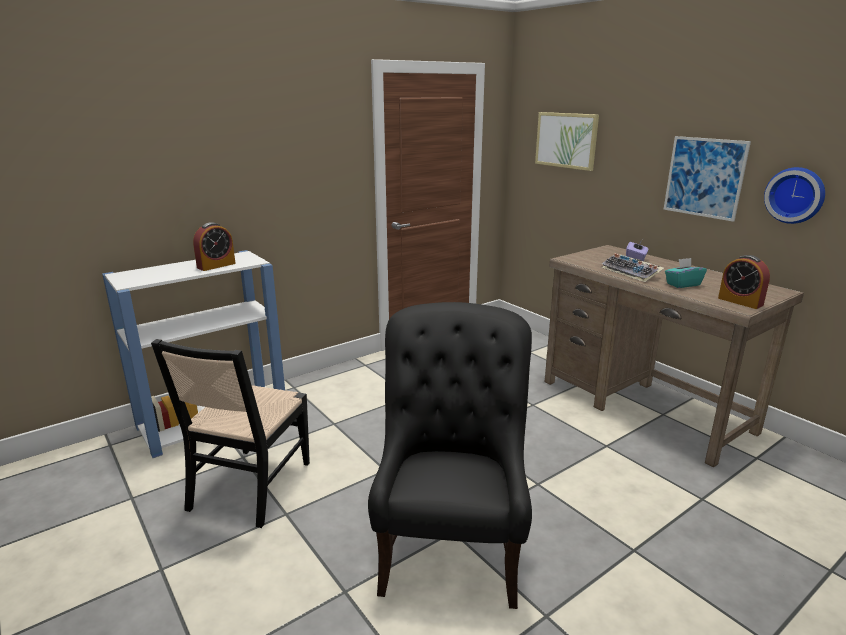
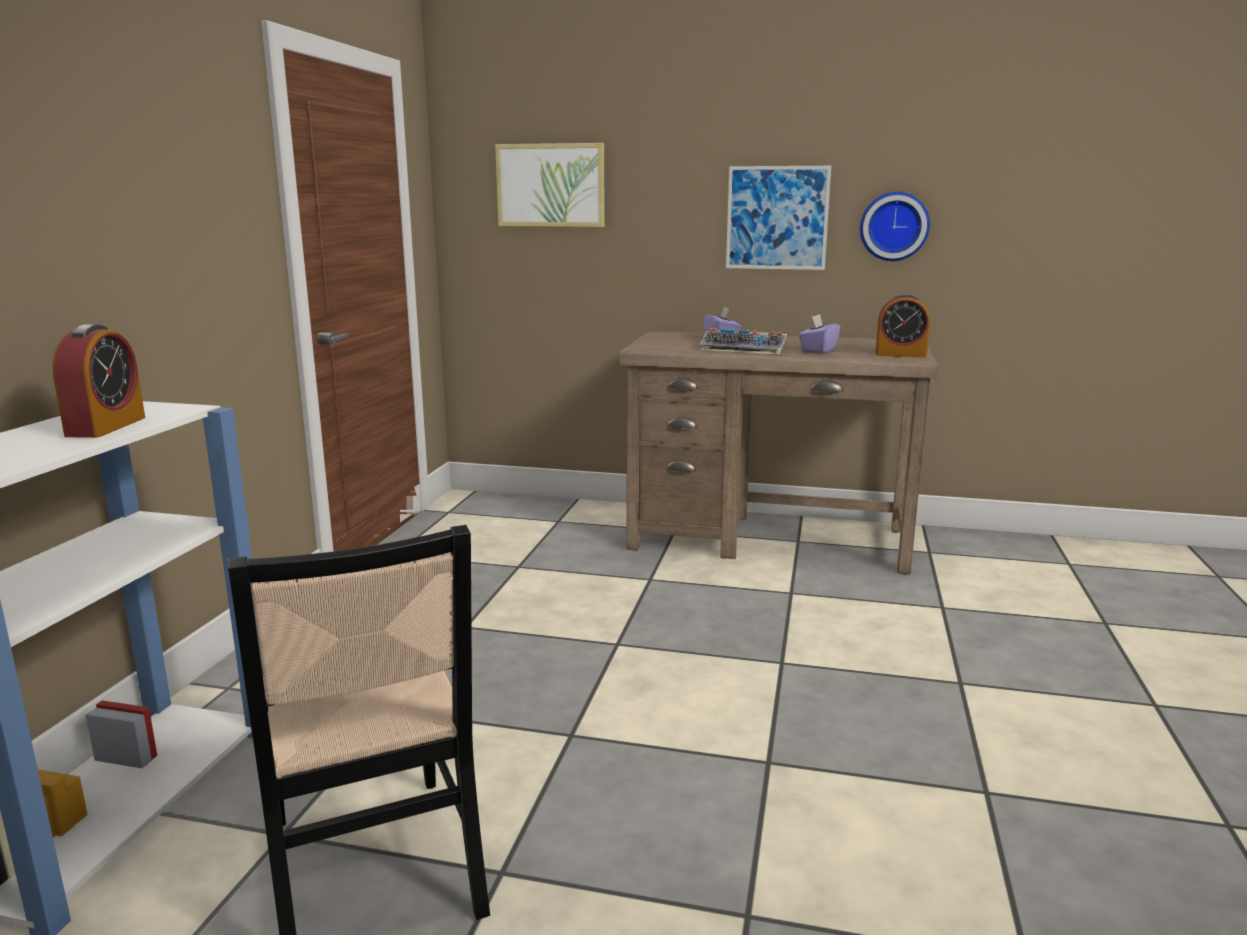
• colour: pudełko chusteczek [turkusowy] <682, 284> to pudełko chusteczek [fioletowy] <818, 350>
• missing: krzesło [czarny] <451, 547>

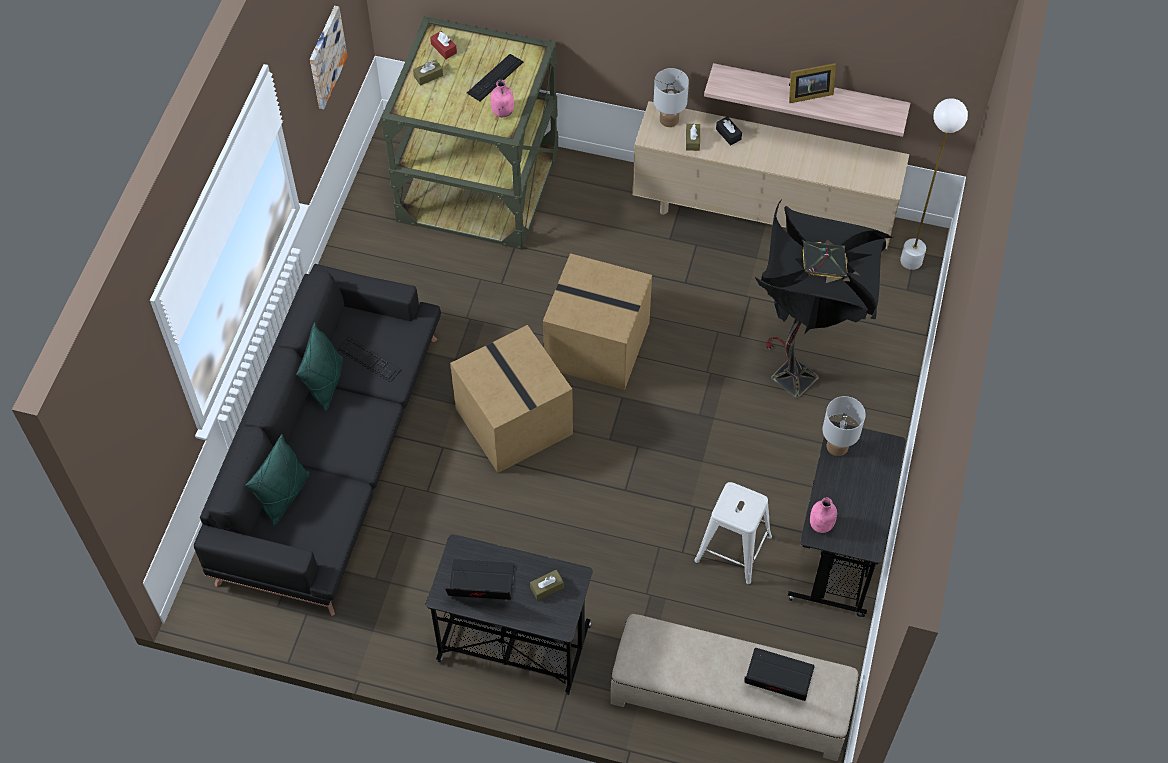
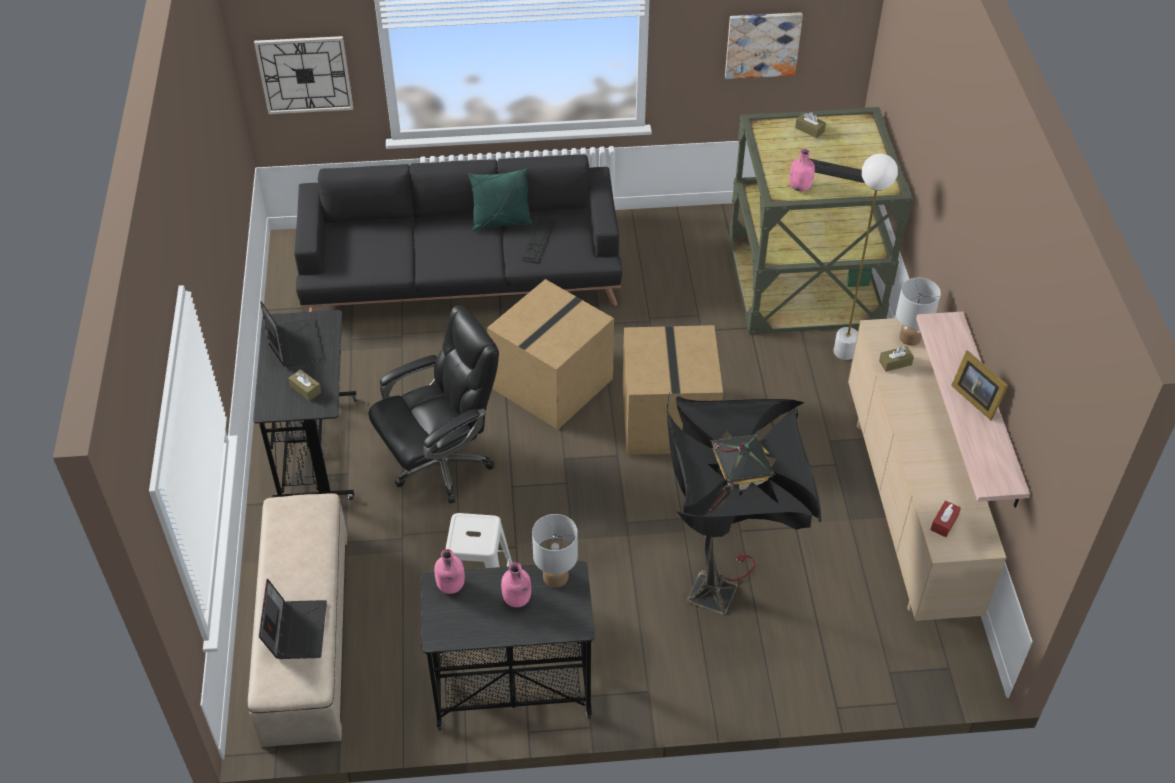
• appeared: zegar ścienny <305, 74>
• appeared: krzesło biurowe [czarny] <440, 465>
• appeared: butelka [różowy] <517, 600>
• relocated: lampa stojąca [biały] <911, 261> to <845, 352>
• relocated: pudełko chusteczek [czerwony] <443, 48> to <944, 523>
• missing: poduszka [zielony] <284, 496>
• missing: pudełko chusteczek [czarny] <728, 134>

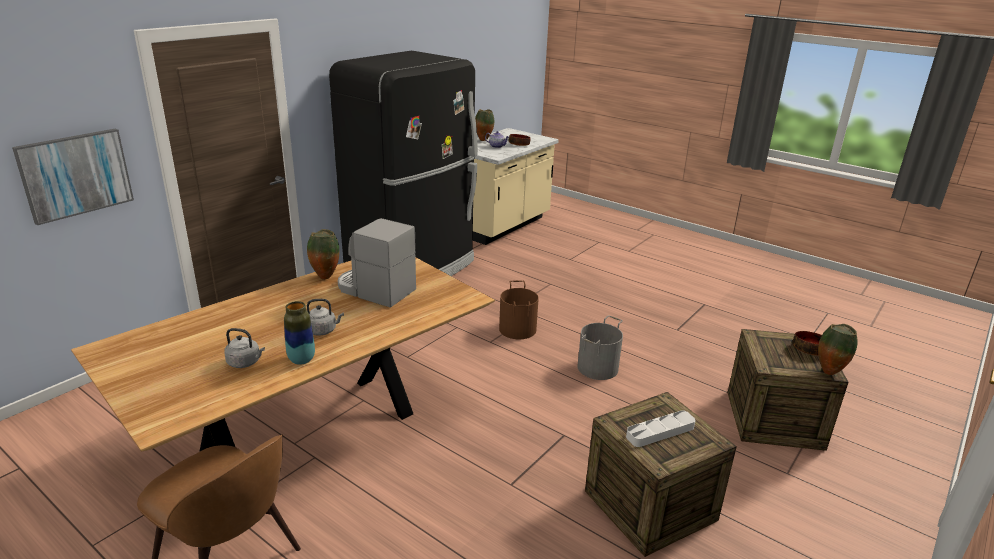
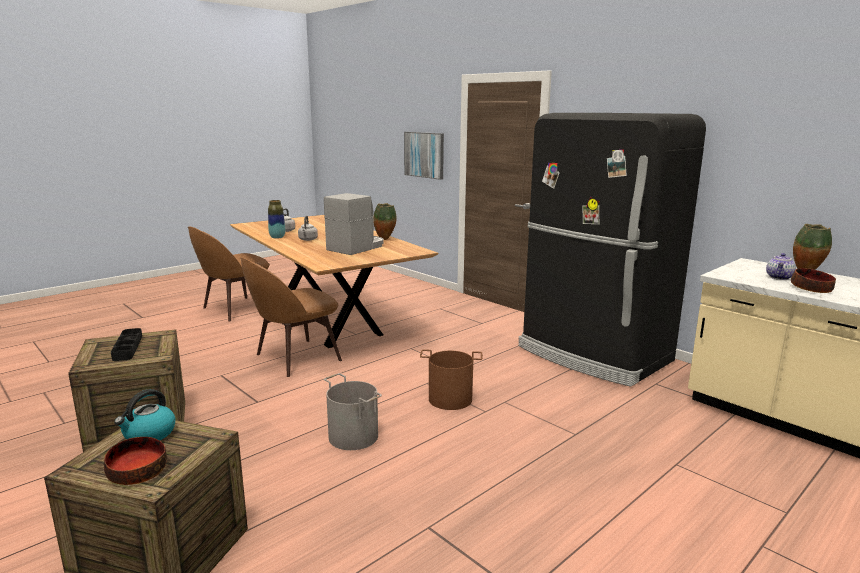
• colour: taca [biały] <660, 432> to taca [czarny] <127, 347>
• appeared: czajnik <149, 434>
• appeared: krzesło [brązowy] <295, 358>
• missing: wazon <829, 372>

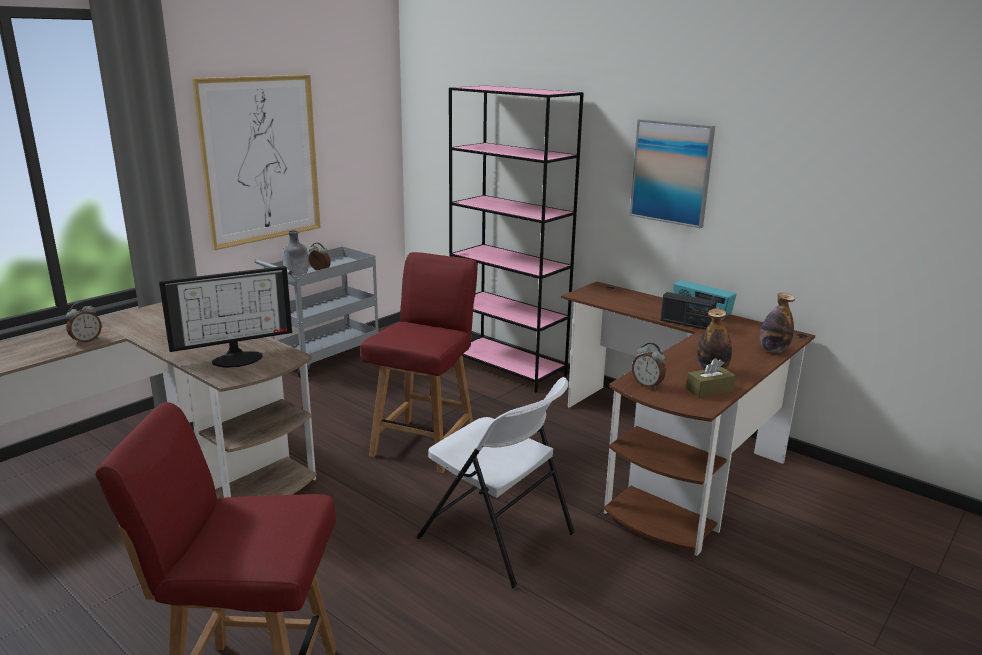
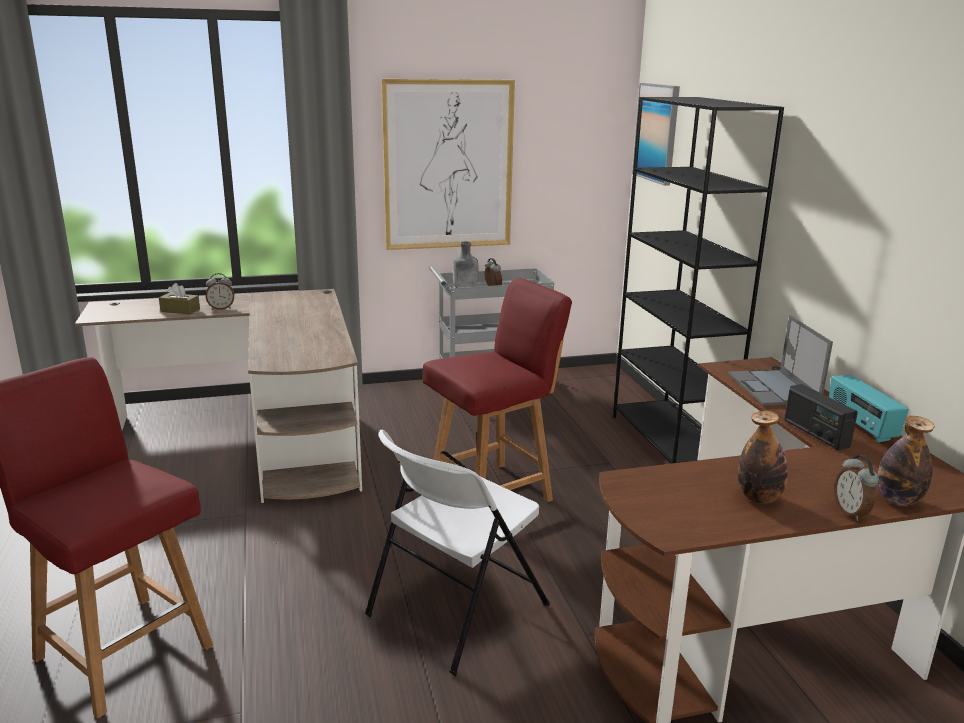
• relocated: pudełko chusteczek [brązowy] <709, 390> to <180, 310>
• spun: krzesło [biały] <496, 536> = <457, 609> 60 degrees clockwise
• colour: regał [różowy] <508, 367> to regał [czarny] <669, 442>
• relocated: obraz <671, 172> to <657, 133>
• appeared: laptop <774, 388>
• relocated: budzik <647, 385> to <851, 512>
• missing: monitor <237, 357>

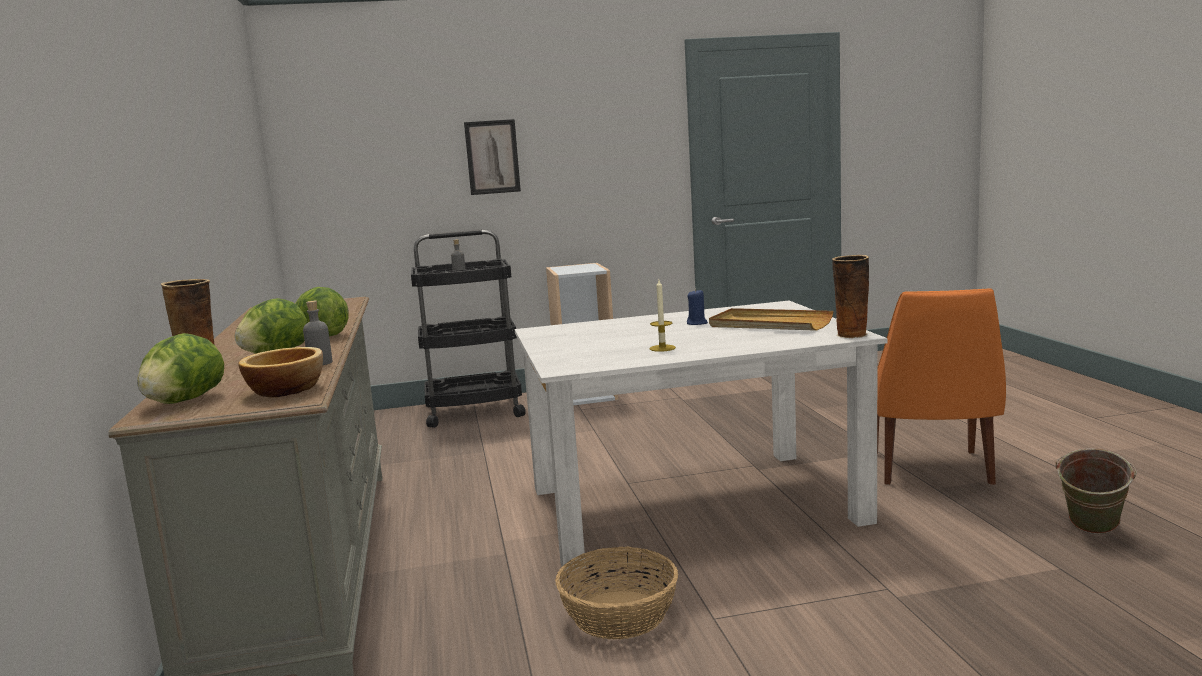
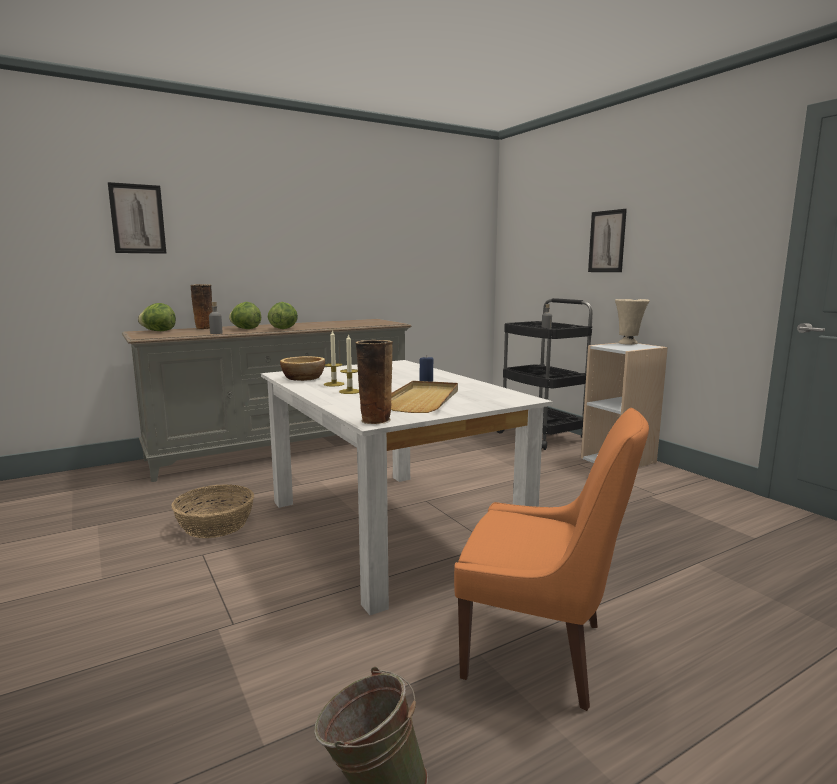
• appeared: obraz <137, 219>
• relocated: miska <285, 389> to <304, 378>
• appeared: świeca <349, 391>
• spun: krzesło [pomarańczowy] <931, 470> = <540, 652> 150 degrees counterclockwise
• appeared: wazon [beżowy] <628, 343>

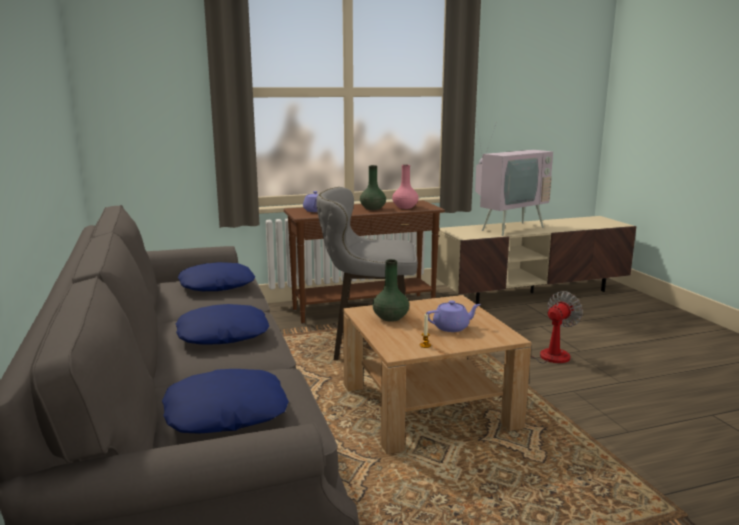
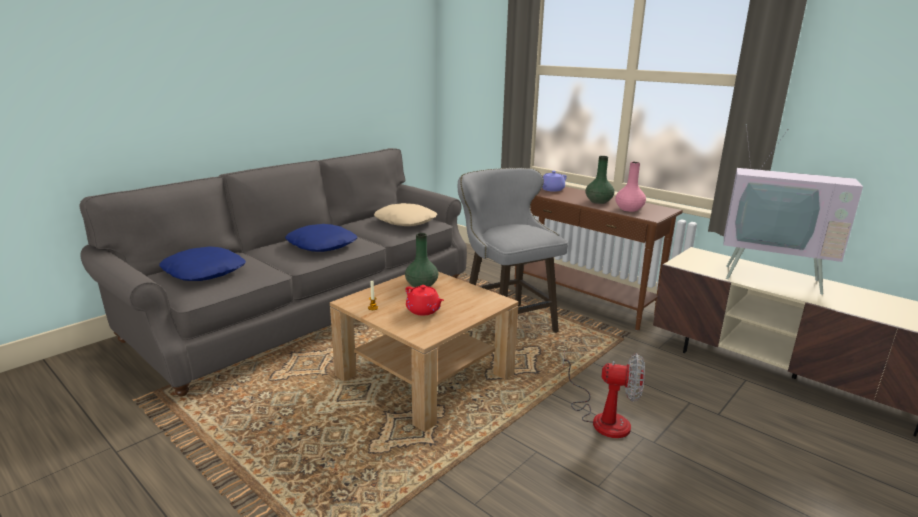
• colour: poduszka [niebieski] <217, 285> to poduszka [beżowy] <406, 221>
• colour: imbryk [fioletowy] <452, 327> to imbryk [czerwony] <424, 310>

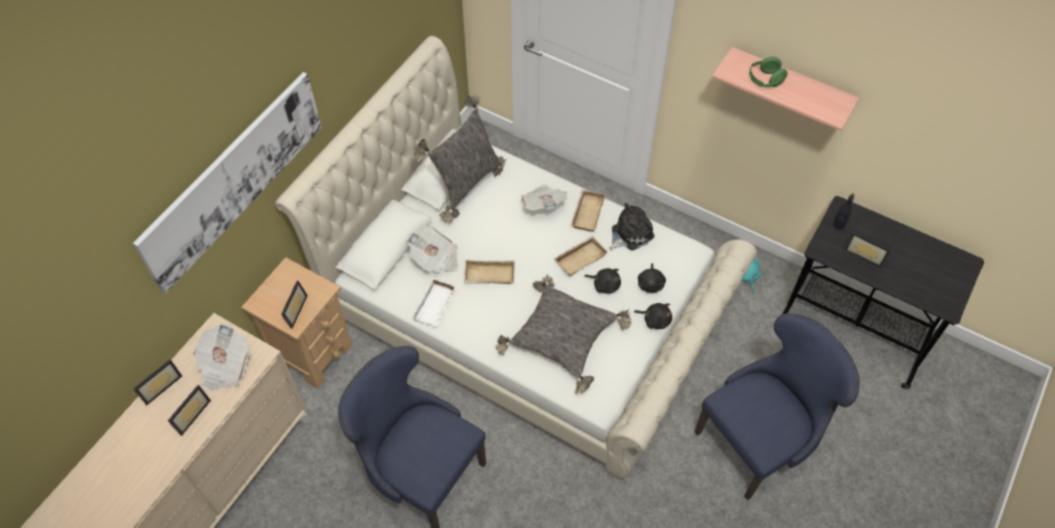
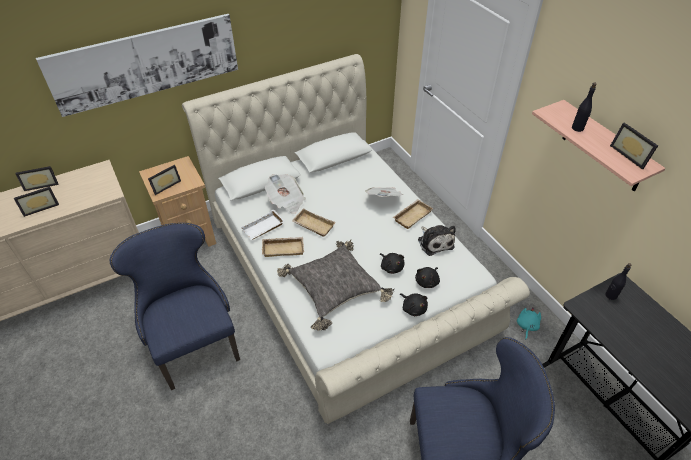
• relocated: taca [beżowy] <580, 257> to <283, 248>
• spun: pluszak <630, 234> = <435, 242> 75 degrees clockwise
• exchanged: słuchawki [zielony] <765, 80> to butelka [czarny] <577, 128>
• relocated: ramka na zdjęcie <865, 254> to <631, 155>
• missing: gazeta <224, 366>
• missing: poduszka <464, 188>

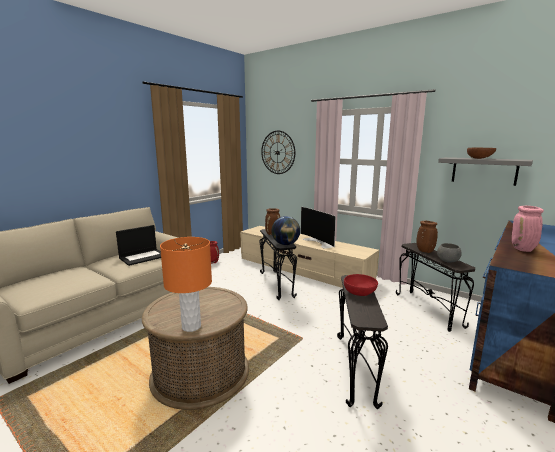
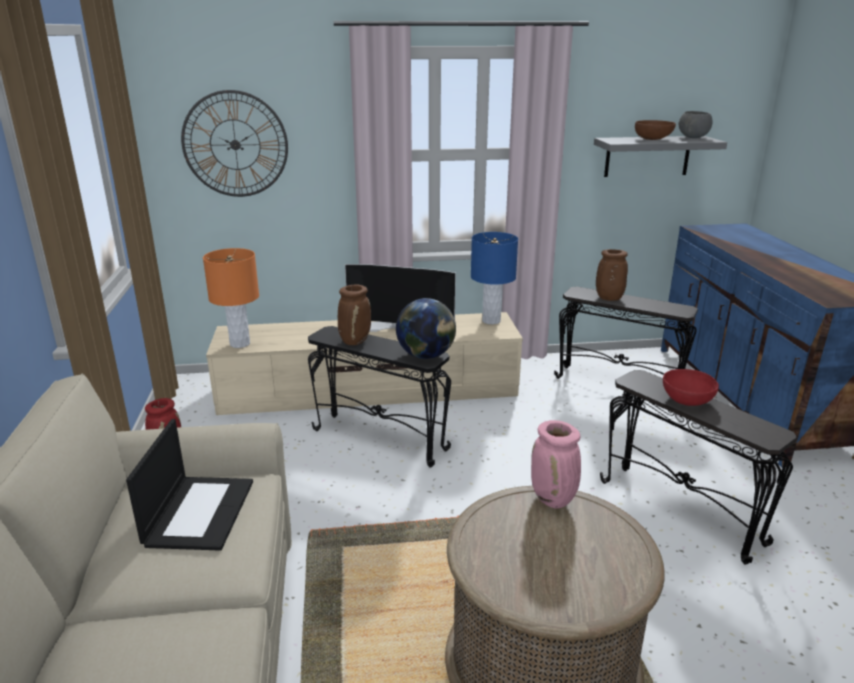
• relocated: lampa stołowa [pomarańczowy] <191, 326> to <240, 343>
• appeared: lampa stołowa [niebieski] <491, 321>
• relocated: wazon [różowy] <523, 250> to <554, 500>
• relocated: miska [szary] <447, 261> to <692, 137>

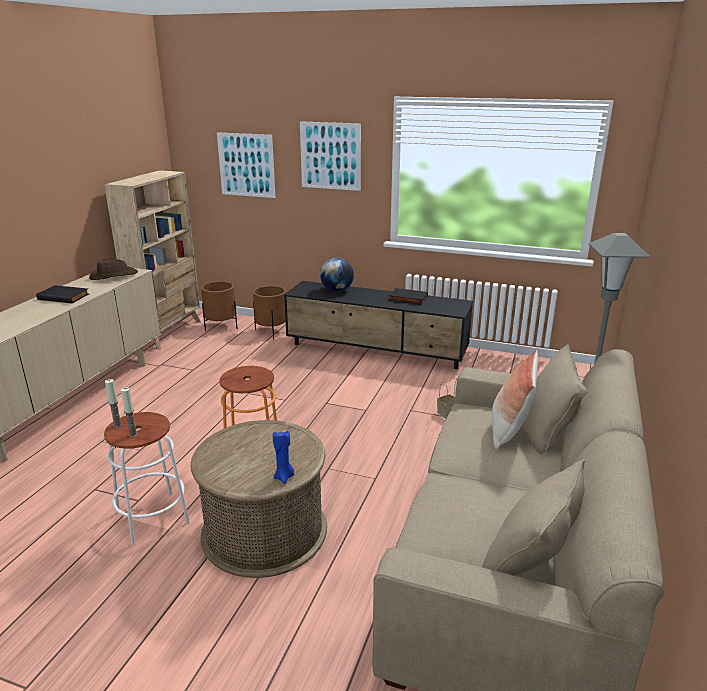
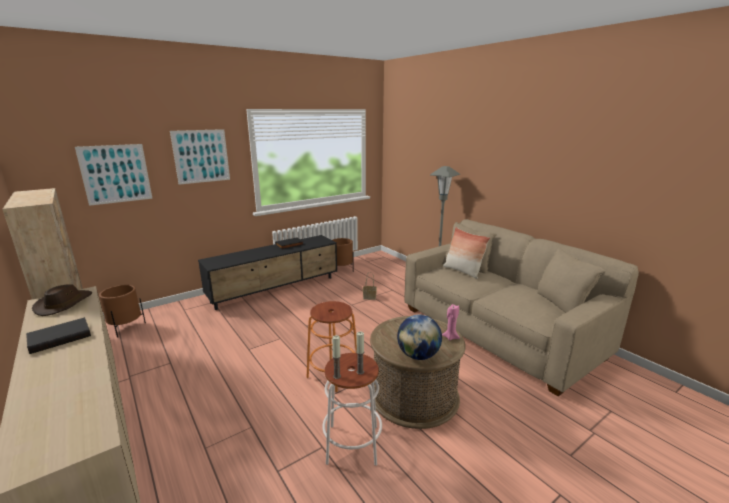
• relocated: donica [brązowy] <271, 331> to <341, 269>
• relocated: globus <337, 290> to <418, 355>
• colour: świeca [niebieski] <284, 477> to świeca [różowy] <450, 337>

